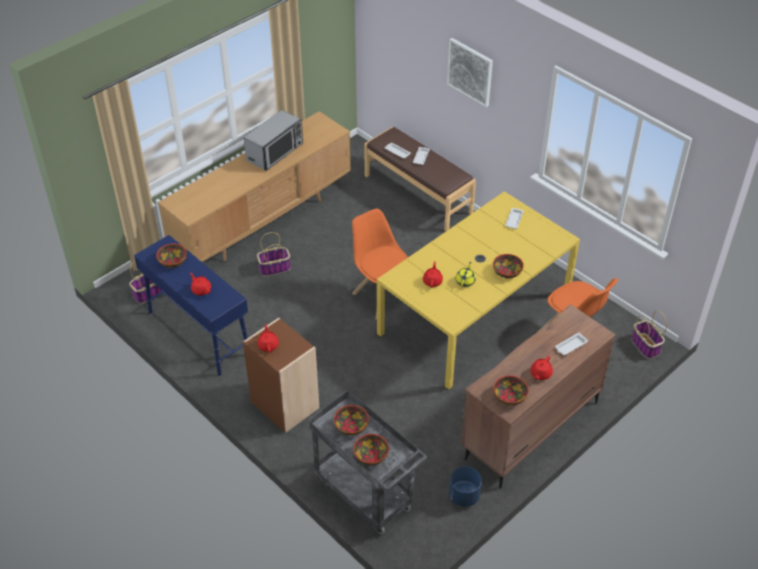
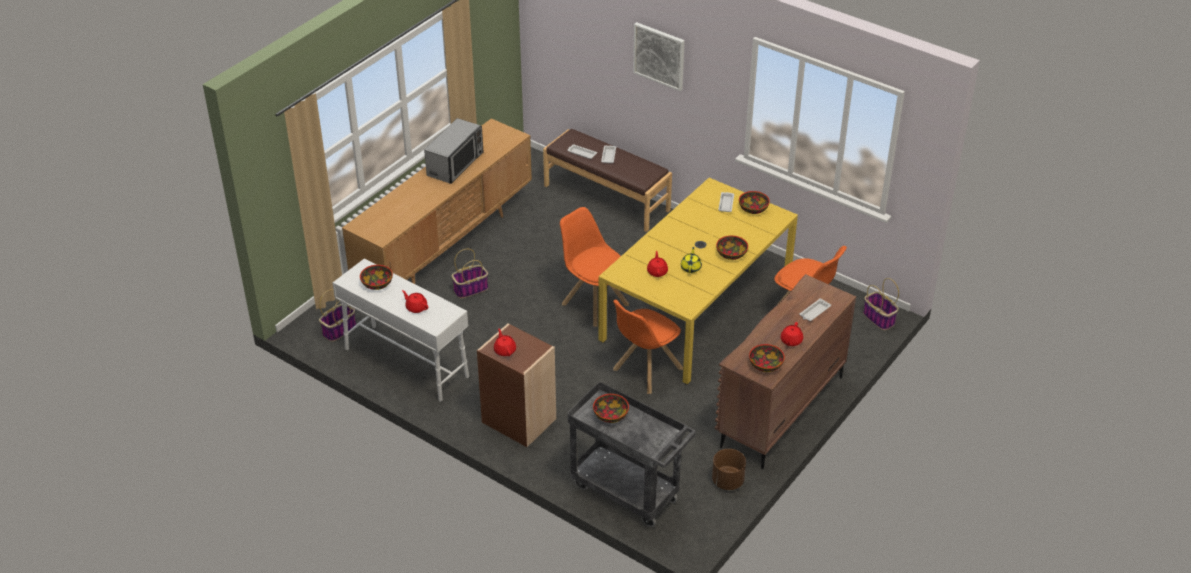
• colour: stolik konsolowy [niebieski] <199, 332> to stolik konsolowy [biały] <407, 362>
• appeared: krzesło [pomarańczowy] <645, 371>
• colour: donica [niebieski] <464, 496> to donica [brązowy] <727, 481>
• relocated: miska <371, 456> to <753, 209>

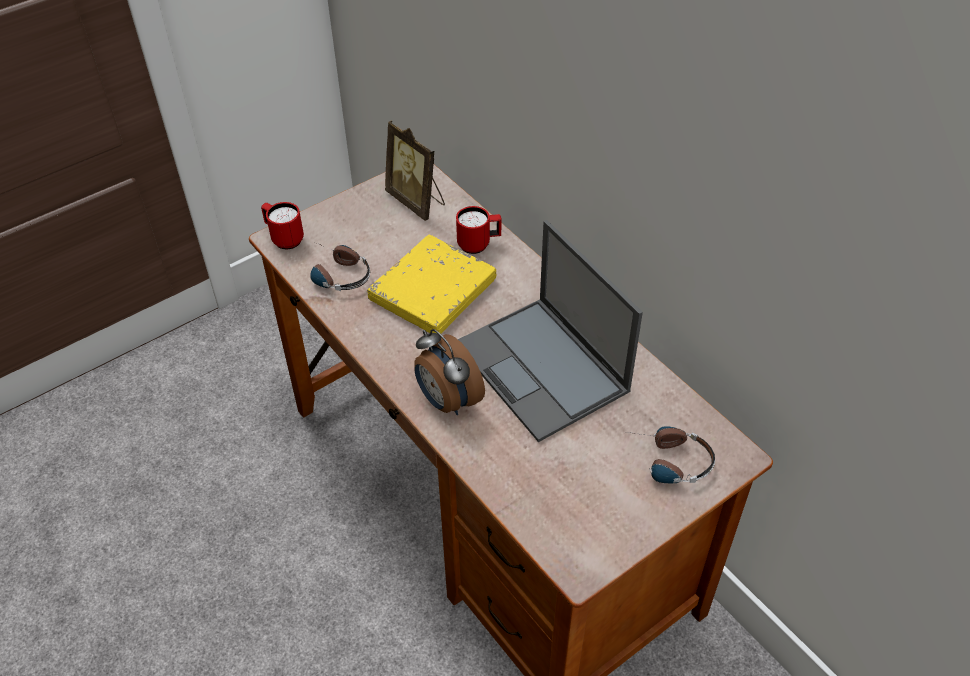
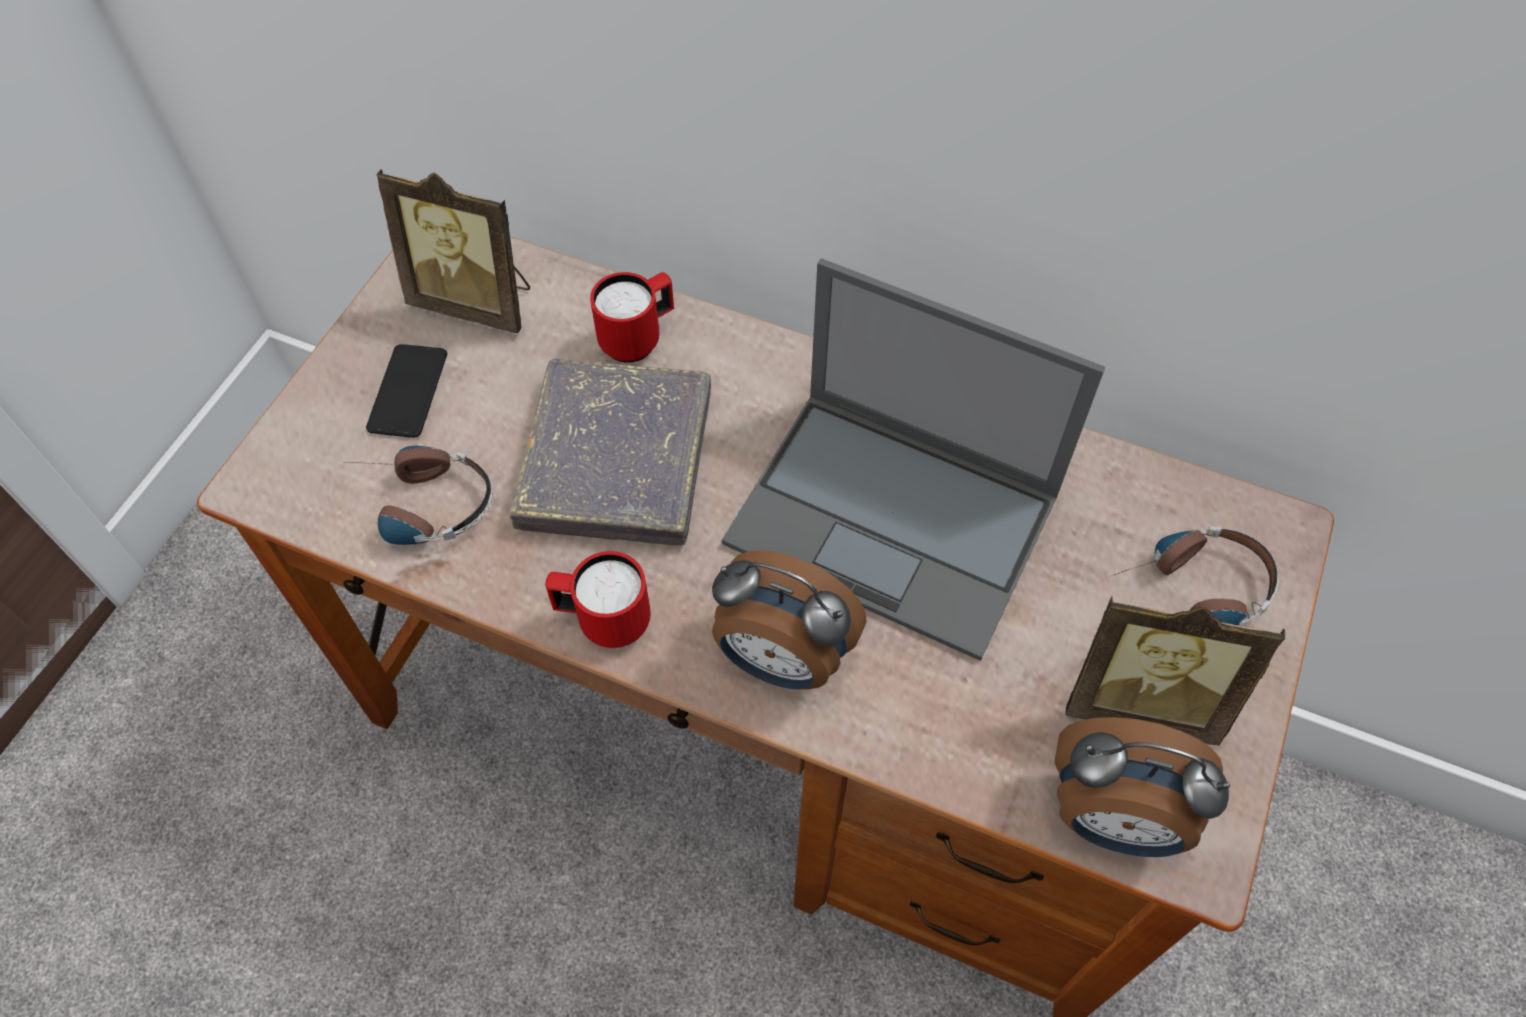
• appeared: telefon <408, 392>
• colour: książka [żółty] <433, 290> to książka [szary] <617, 459>
• relocated: kubek [czerwony] <284, 238> to <603, 621>
• appeared: budzik <1113, 819>
• appeared: ramka na zdjęcie <1141, 700>

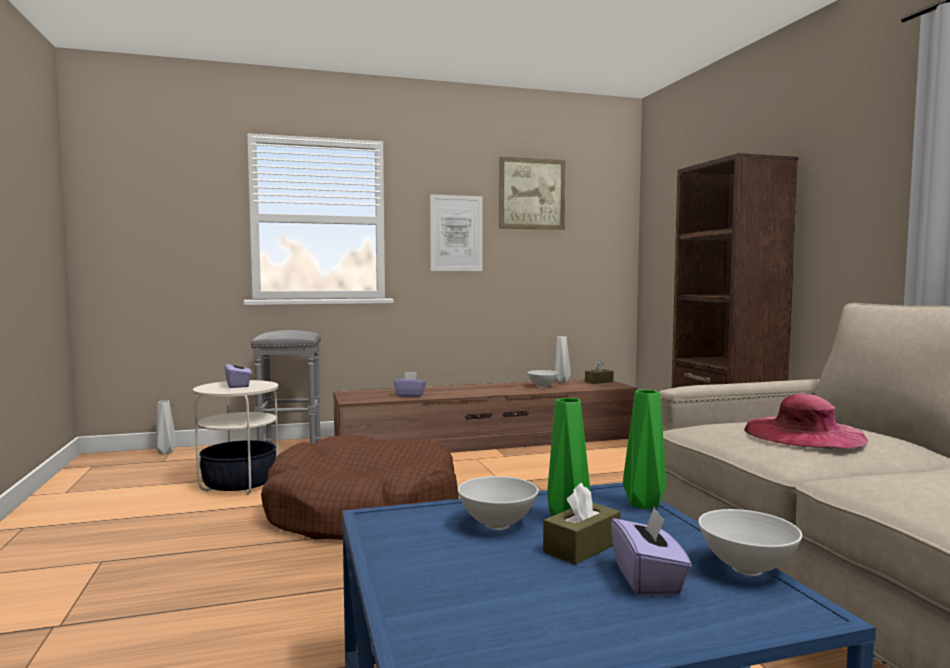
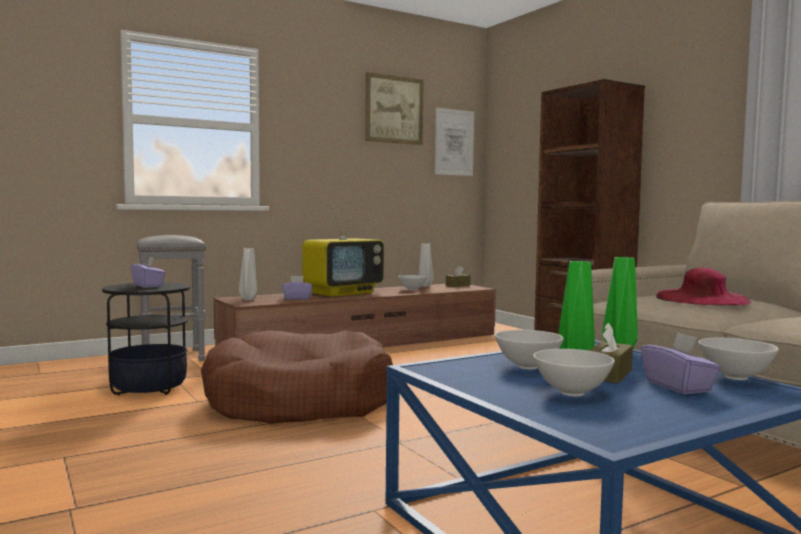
• colour: stolik [beżowy] <239, 485> to stolik [czarny] <149, 388>
• relocated: wazon [szary] <166, 452> to <249, 299>
• appeared: telewizor <343, 293>
• relocated: obraz <456, 233> to <454, 142>
• appeared: miska [biały] <573, 393>

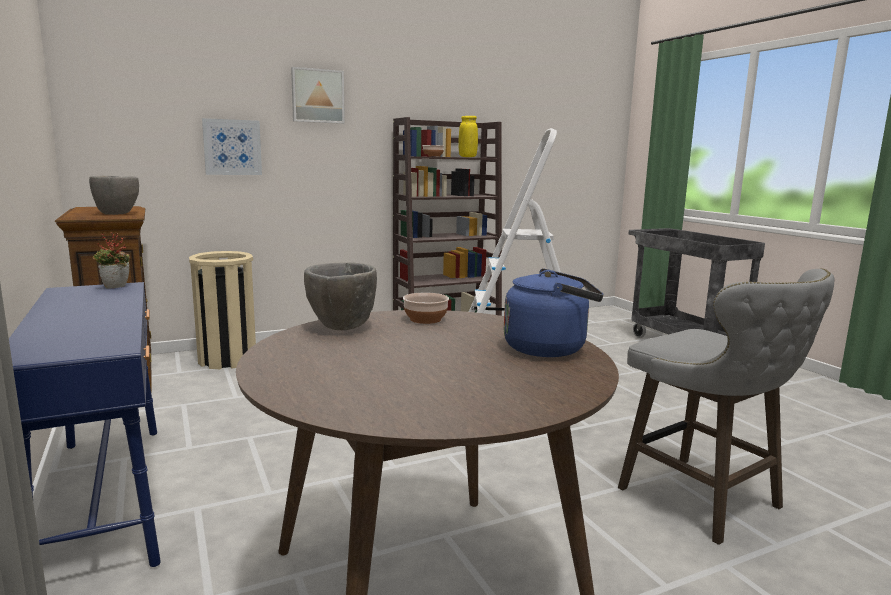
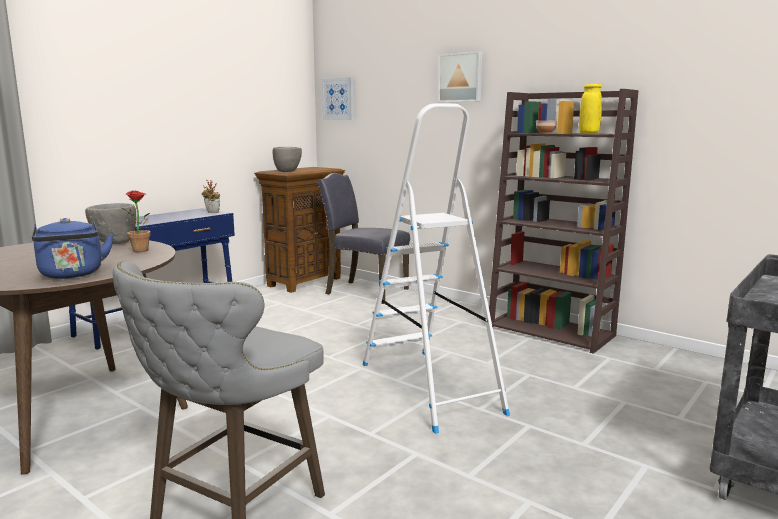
• exchanged: miska <426, 319> to roślina doniczkowa <143, 251>
• exchanged: kosz na śmieci [beżowy] <227, 359> to krzesło [szary] <364, 291>
• relocated: obraz <232, 147> to <338, 99>

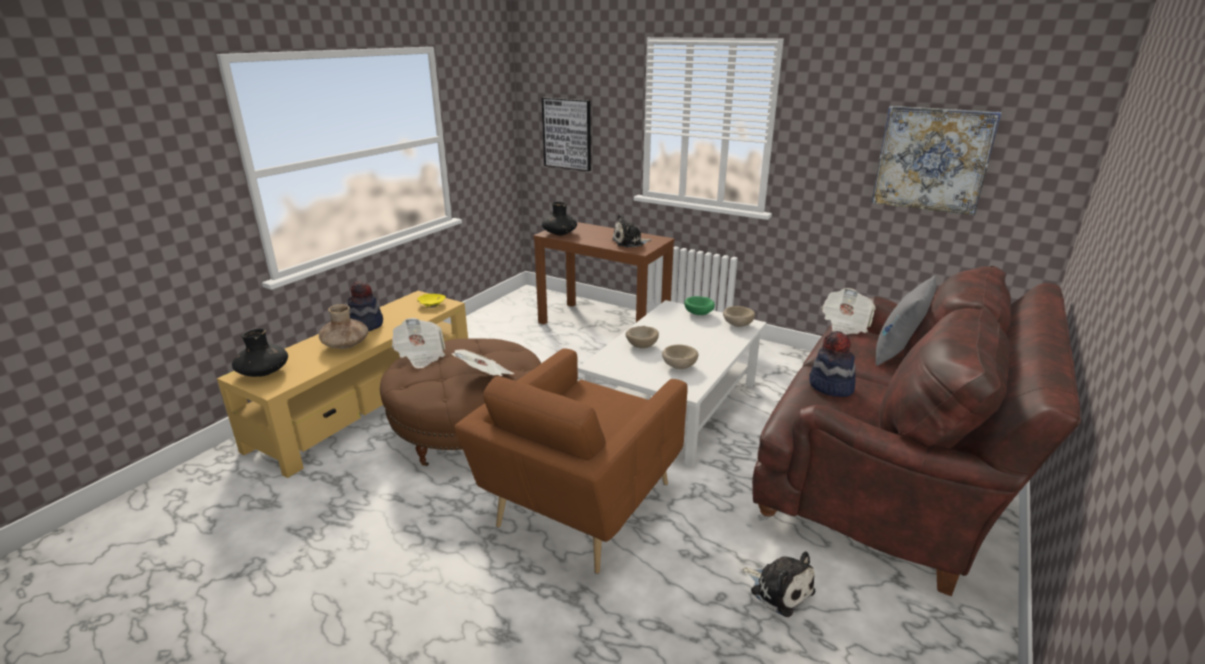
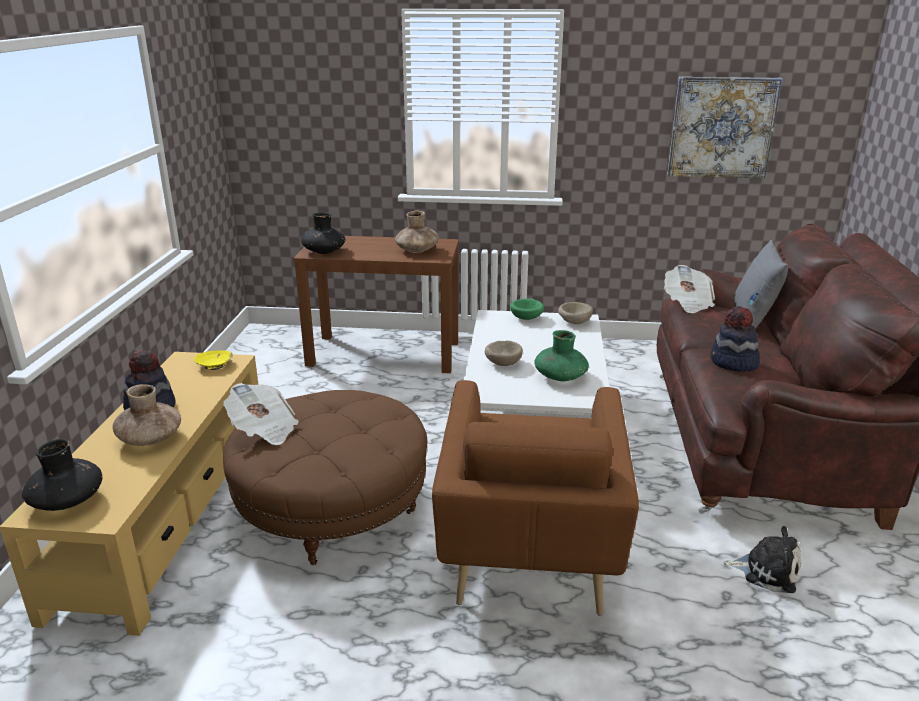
• exchanged: pluszak <630, 242> to wazon [brązowy] <417, 251>
• exchanged: miska [beżowy] <678, 366> to wazon [zielony] <560, 376>
• missing: gazeta <484, 376>
• missing: obraz <567, 134>

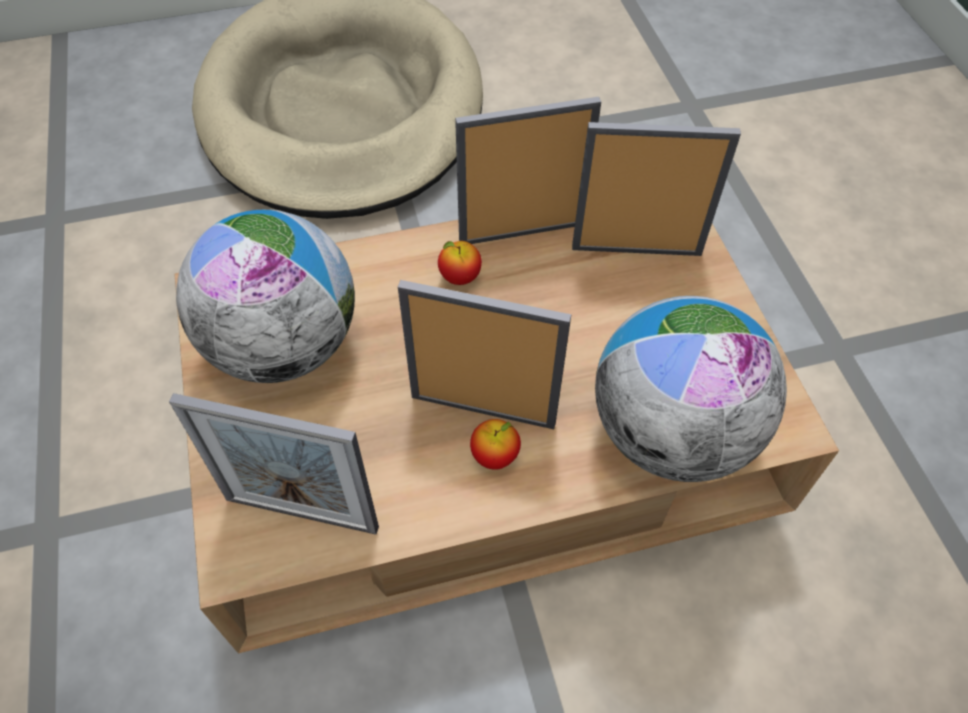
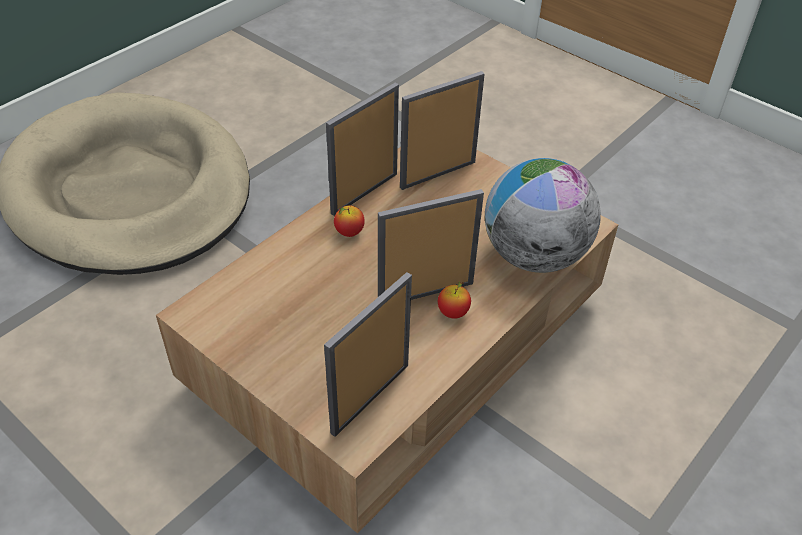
• spun: ramka na zdjęcie <301, 513> = <370, 398> 150 degrees clockwise
• missing: globus <284, 345>

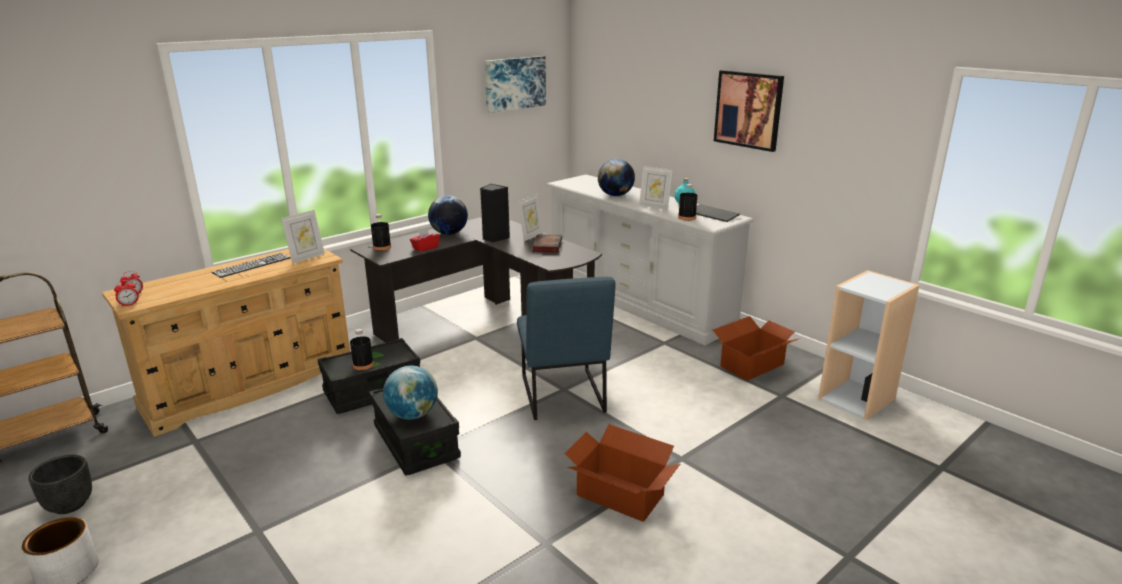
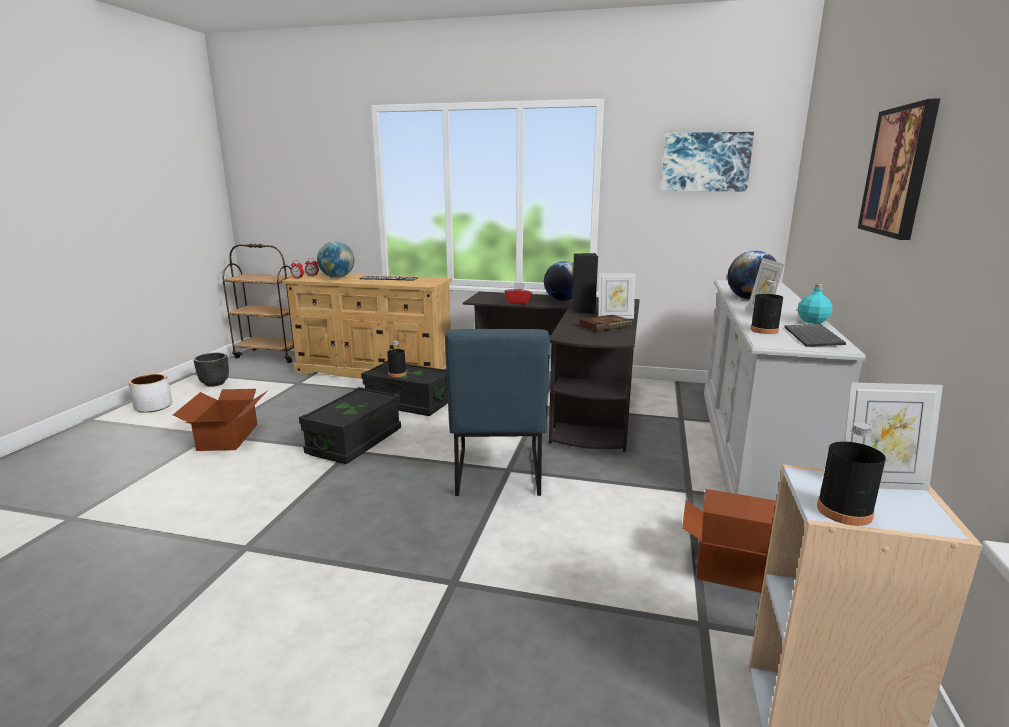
• relocated: karton <620, 496> to <227, 437>
• relocated: globus <413, 415> to <337, 277>
• spun: krzesło [niebieski] <562, 395> = <497, 472> 45 degrees counterclockwise
• relocated: butelka [czarny] <382, 247> to <844, 511>
• relocated: ramka na zdjęcie <306, 257> to <879, 484>

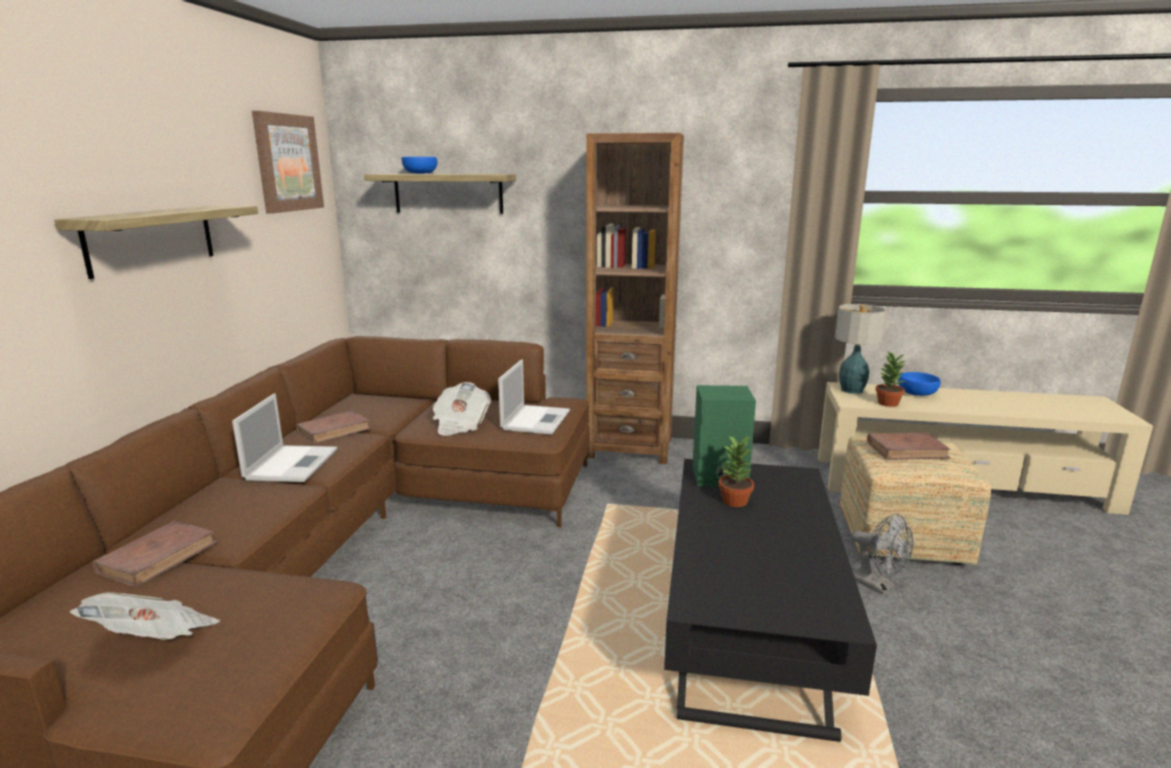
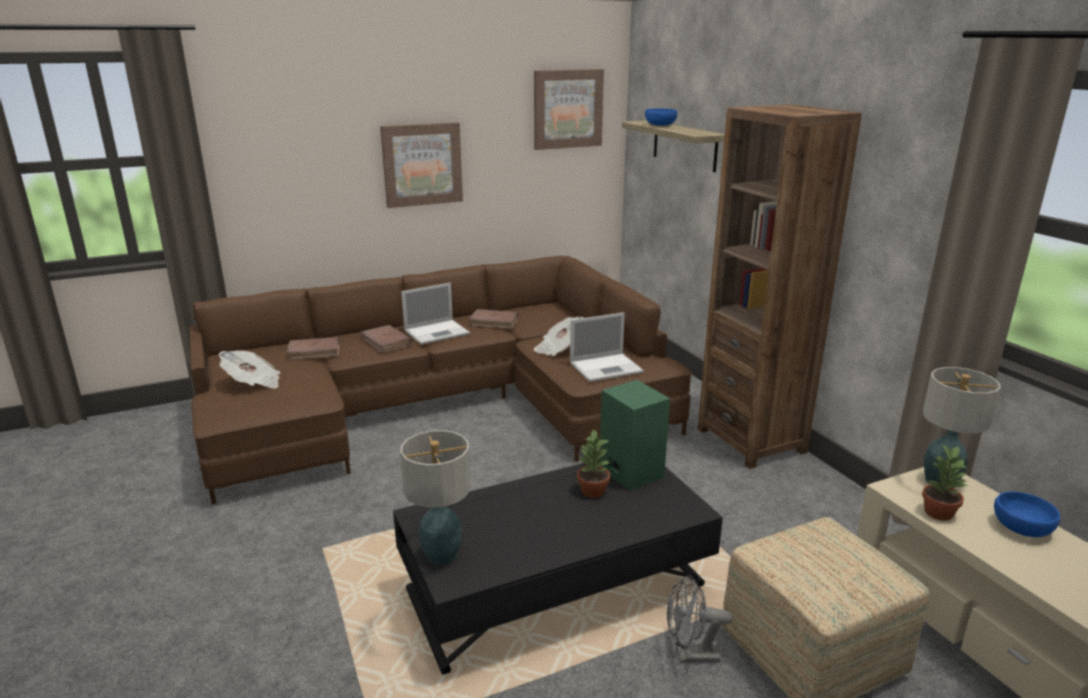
• relocated: książka [brązowy] <907, 450> to <386, 342>
• exchanged: półka <151, 239> to obraz <422, 164>
• appeared: lampa stołowa <442, 555>
• spun: wentylator [szary] <878, 585> = <690, 654> 75 degrees clockwise

